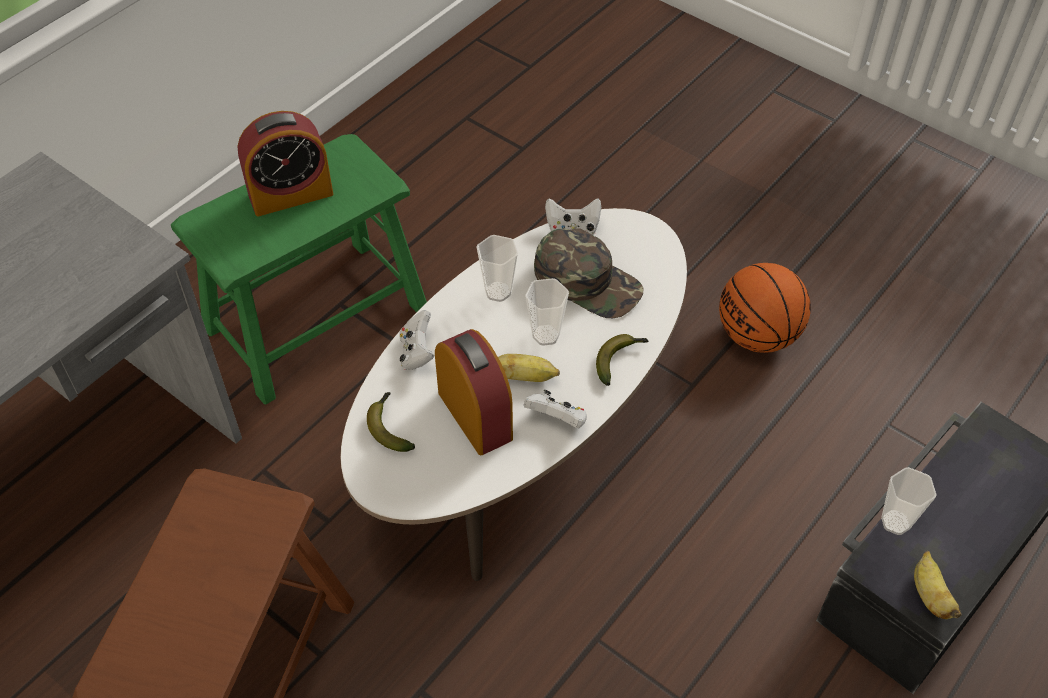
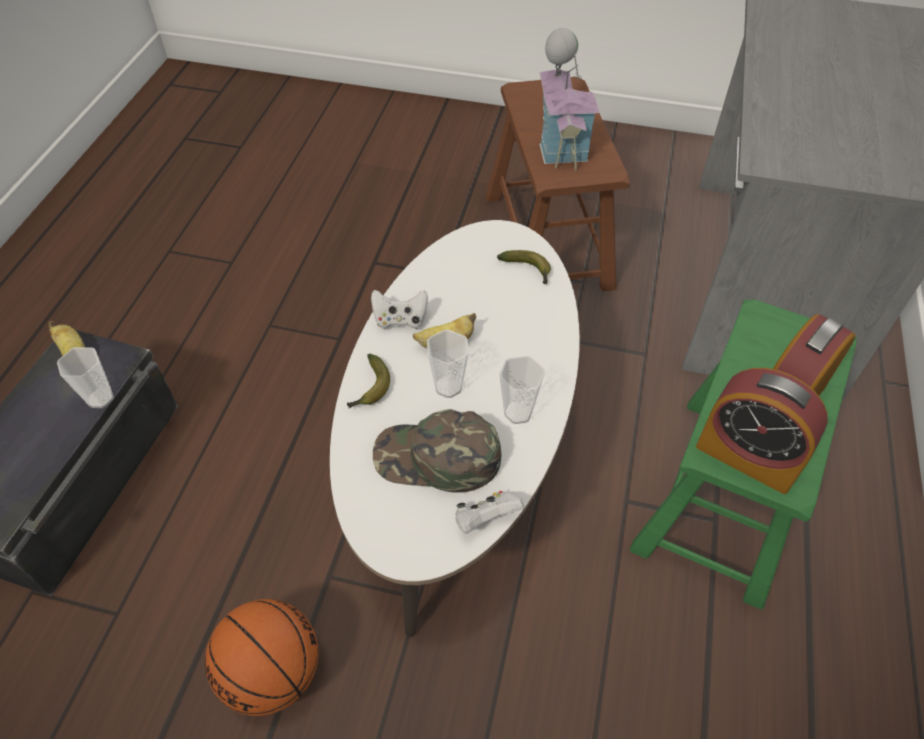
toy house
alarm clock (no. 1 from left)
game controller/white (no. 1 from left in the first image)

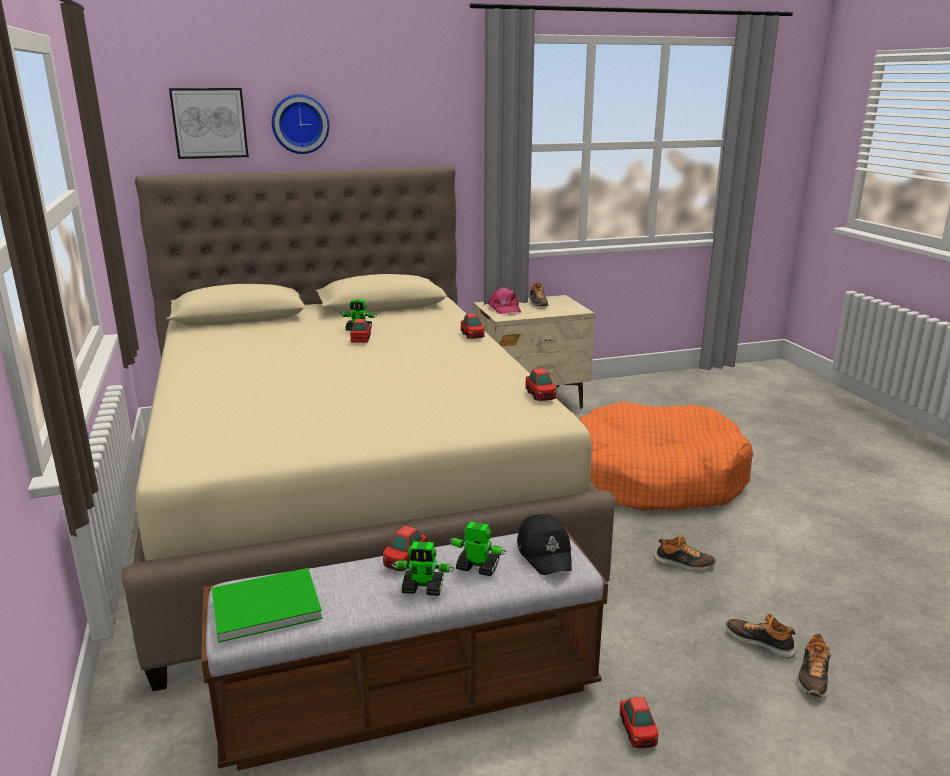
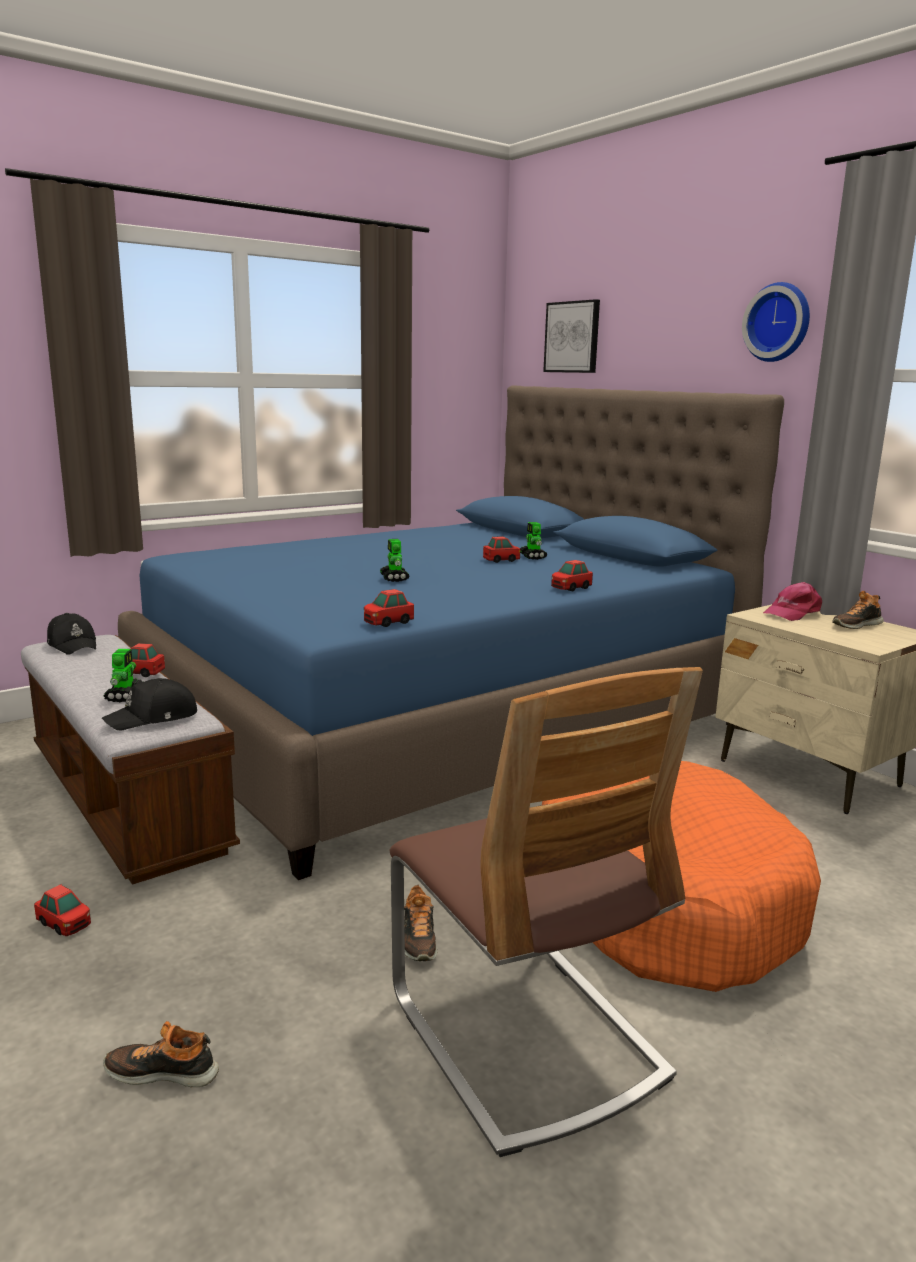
toy car (no. 1 from left)
cap/black (no. 1 from left)
bed/blue
toy robot (no. 2 from left)
chair
wall clock
shoe (no. 3 from left in the first image)

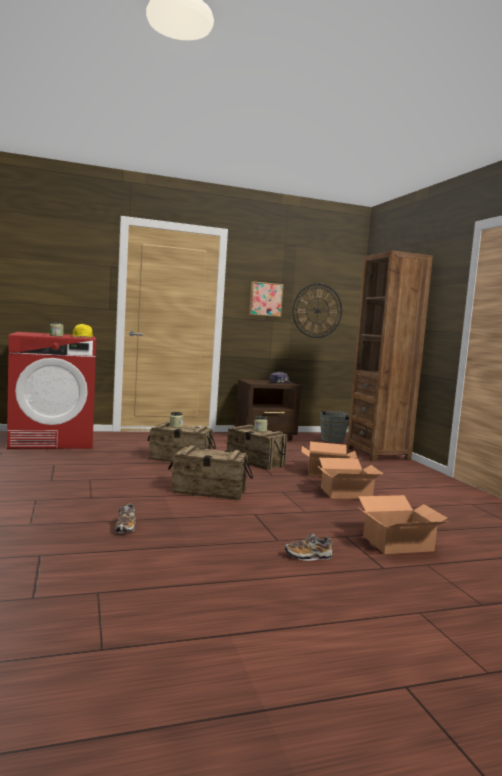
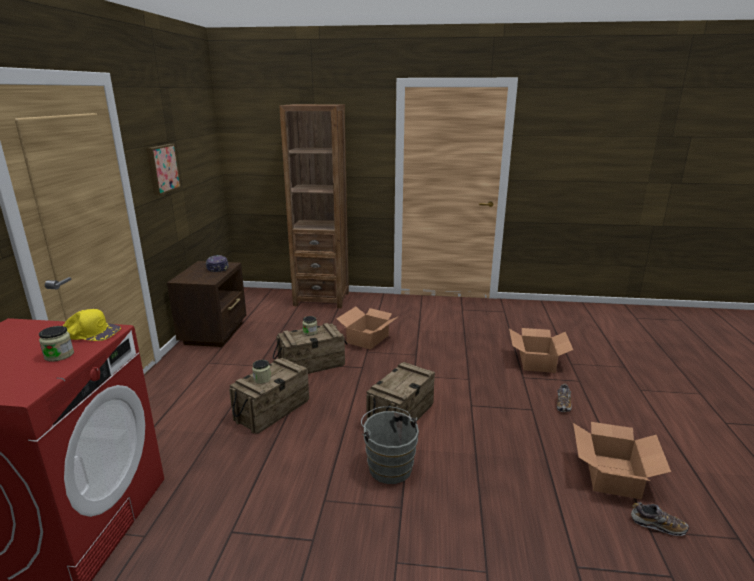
bucket/grey
cardboard box (no. 3 from left)
shoe (no. 2 from left)
wall clock

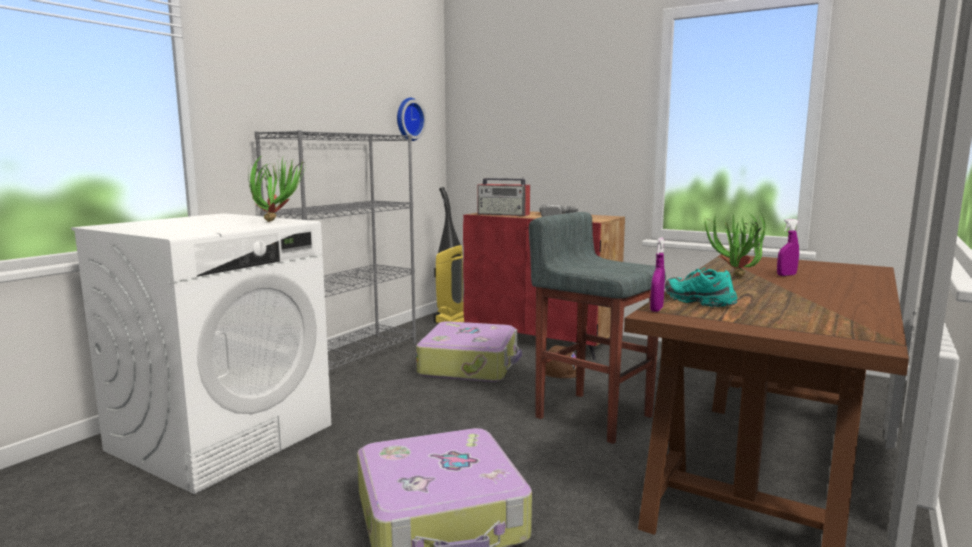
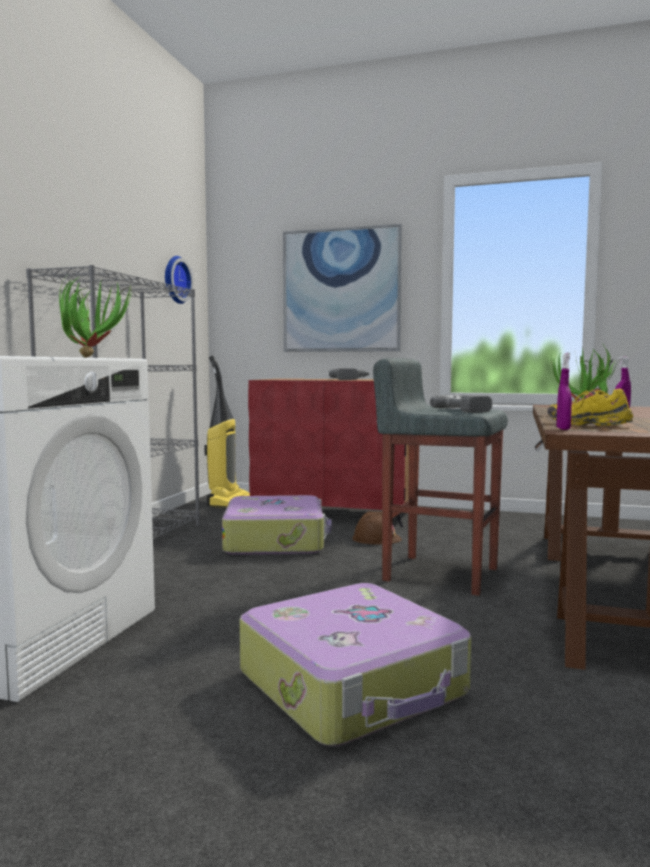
picture
power drill (no. 2 from left)
shoe/yellow
radio

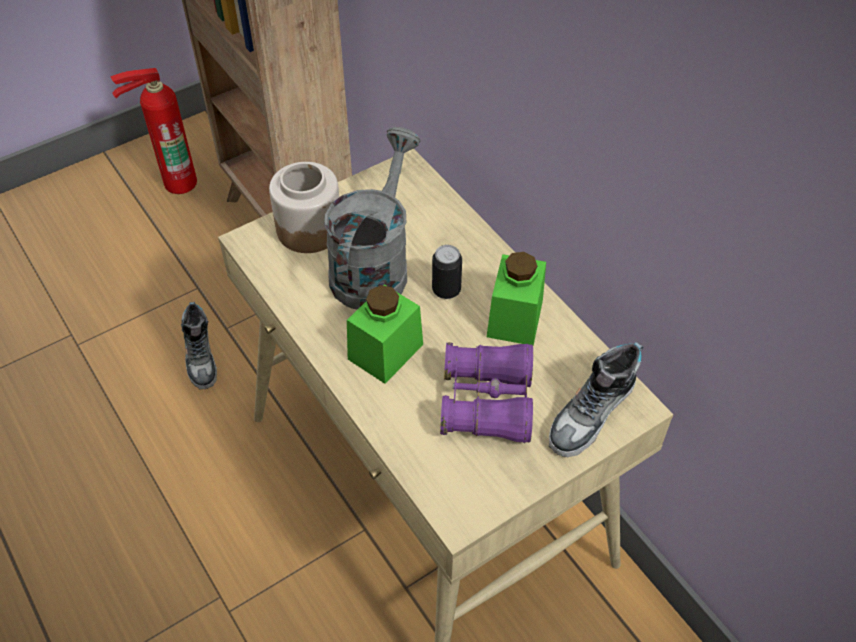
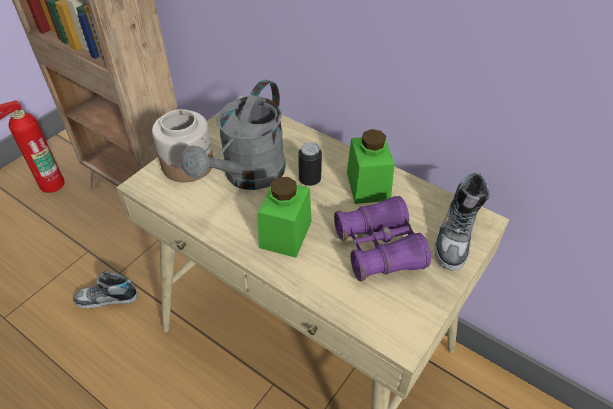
shoe (no. 1 from left)
watering can/grey

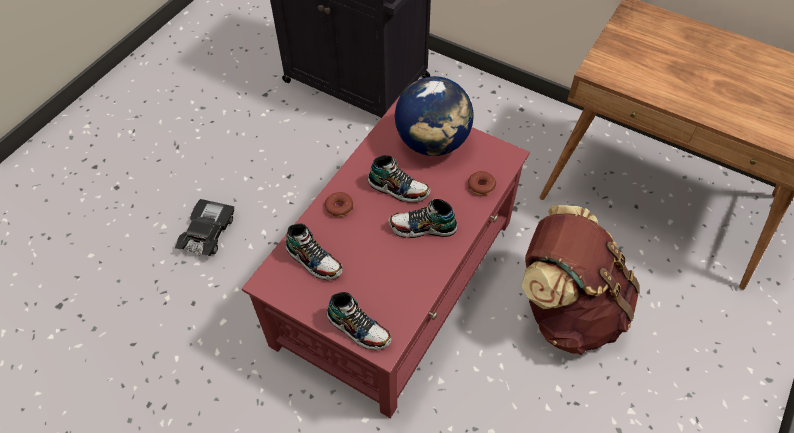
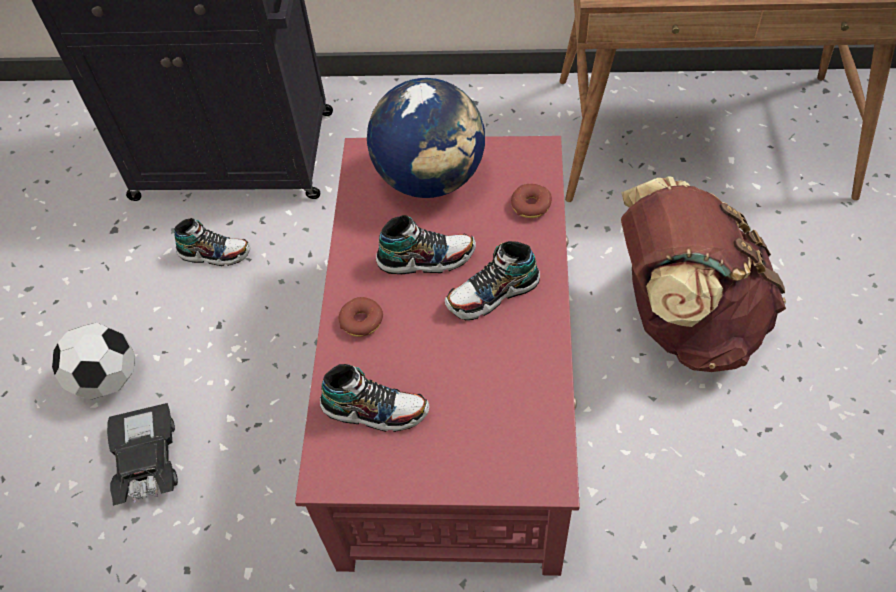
football
shoe (no. 1 from left)

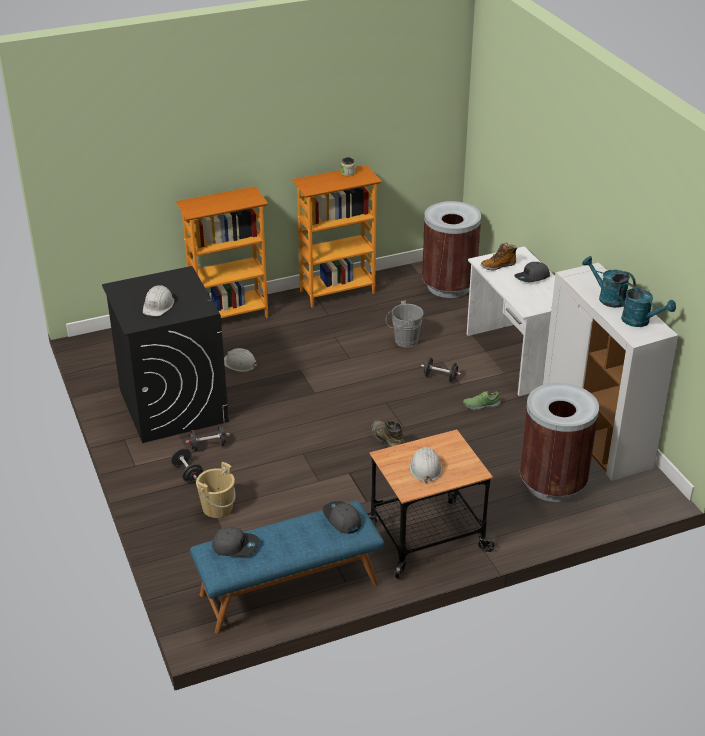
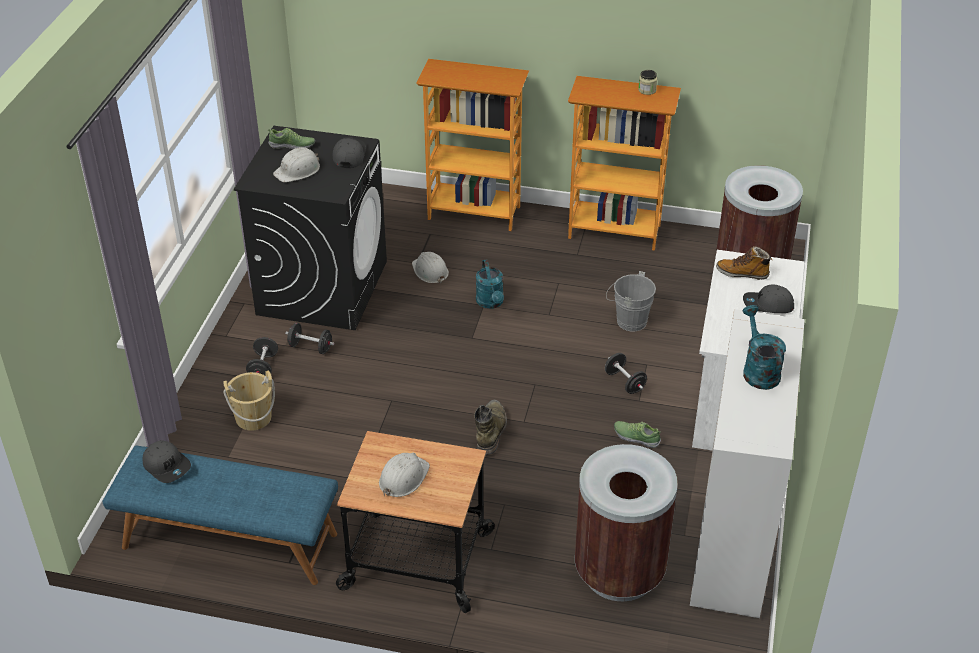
shoe (no. 1 from left)
cap/grey (no. 2 from left)
watering can/turquoise (no. 1 from left)

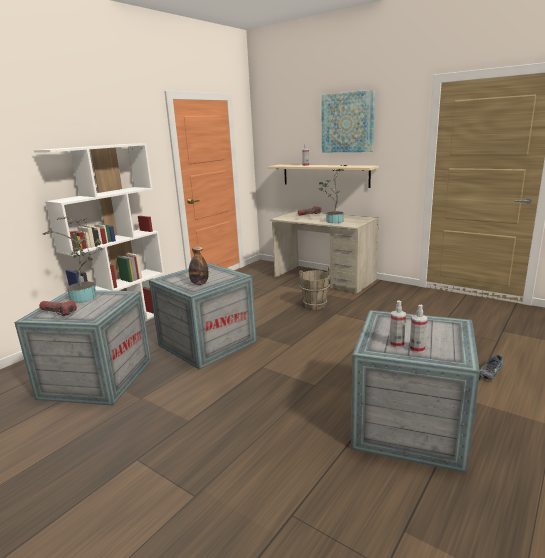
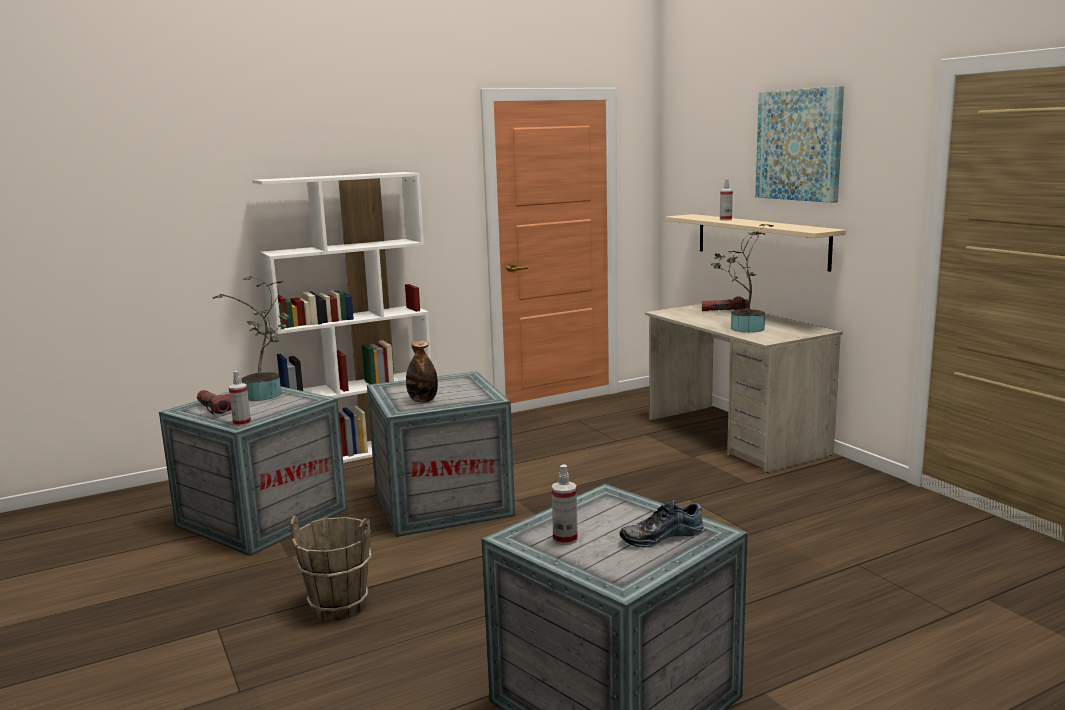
spray bottle (no. 1 from left)
bucket/brown
shoe

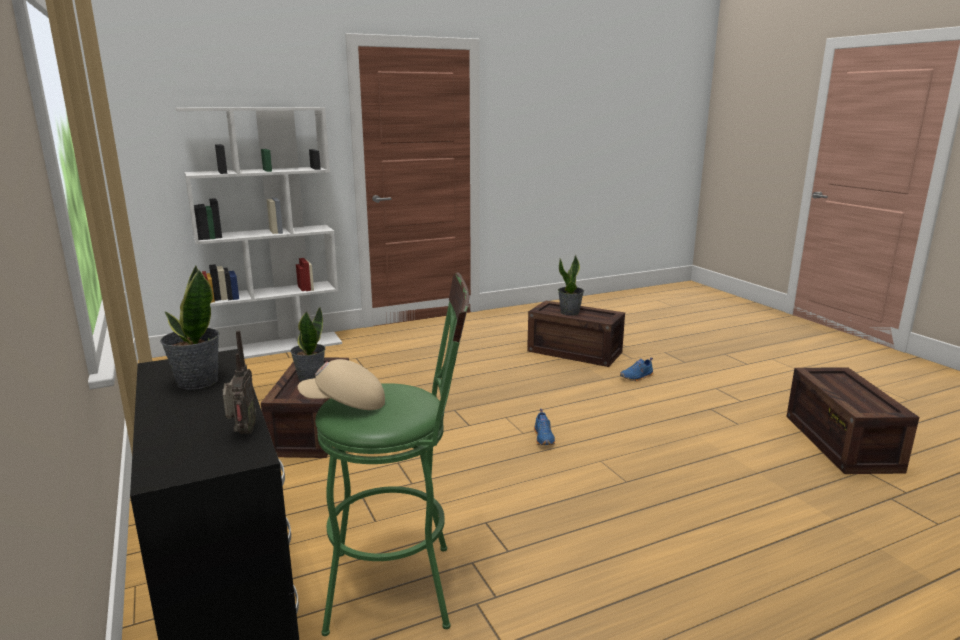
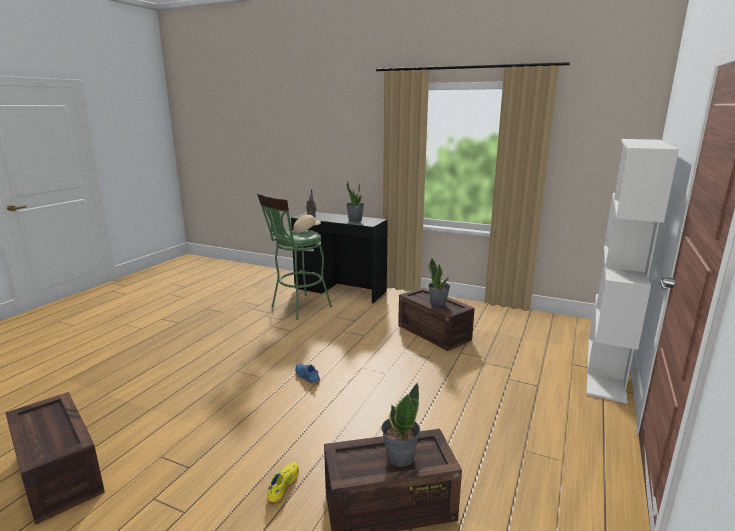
shoe/yellow

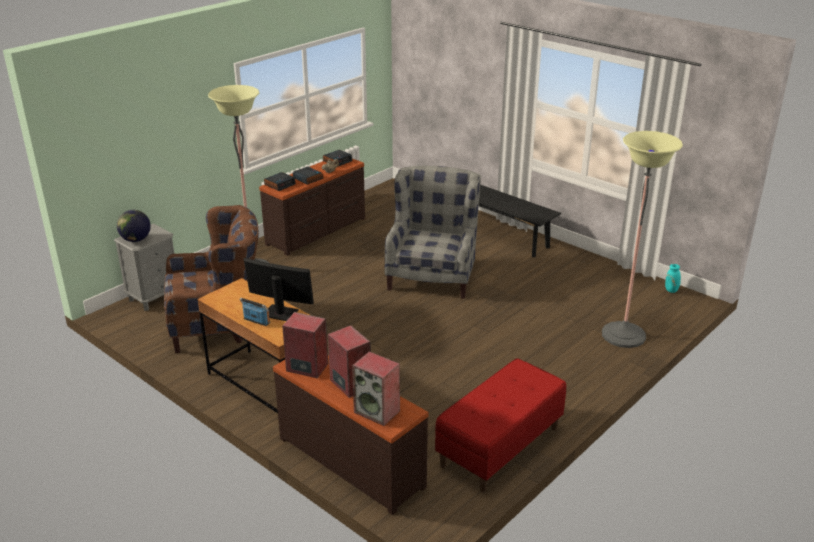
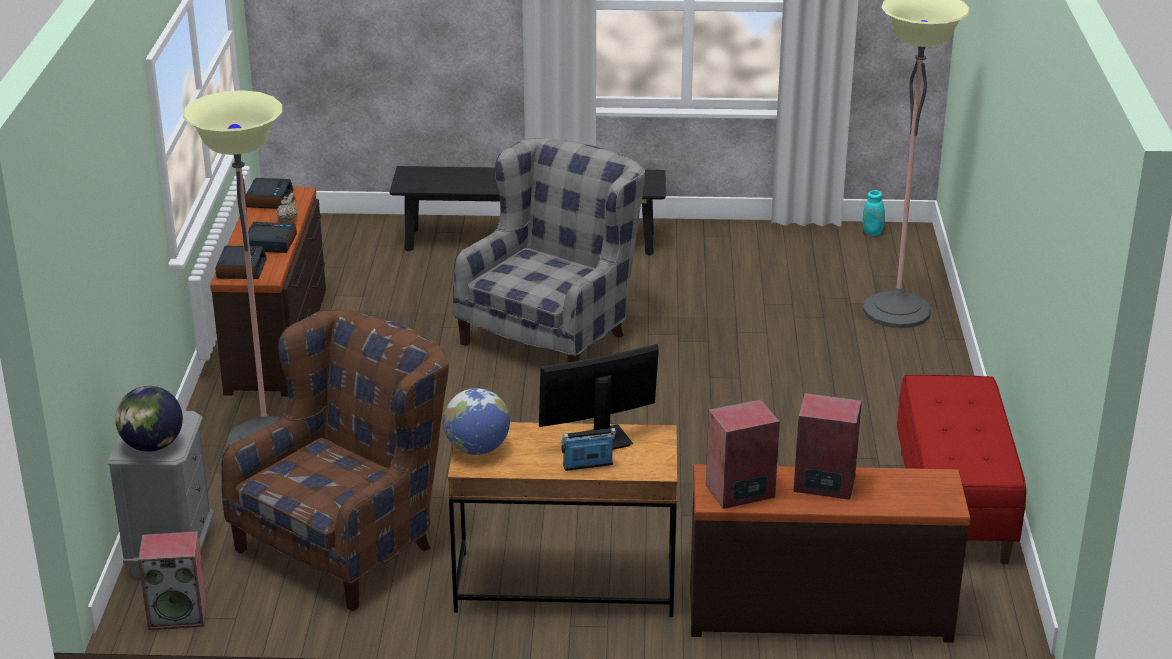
speaker (no. 1 from left)
globe (no. 2 from left)
armchair/grey

